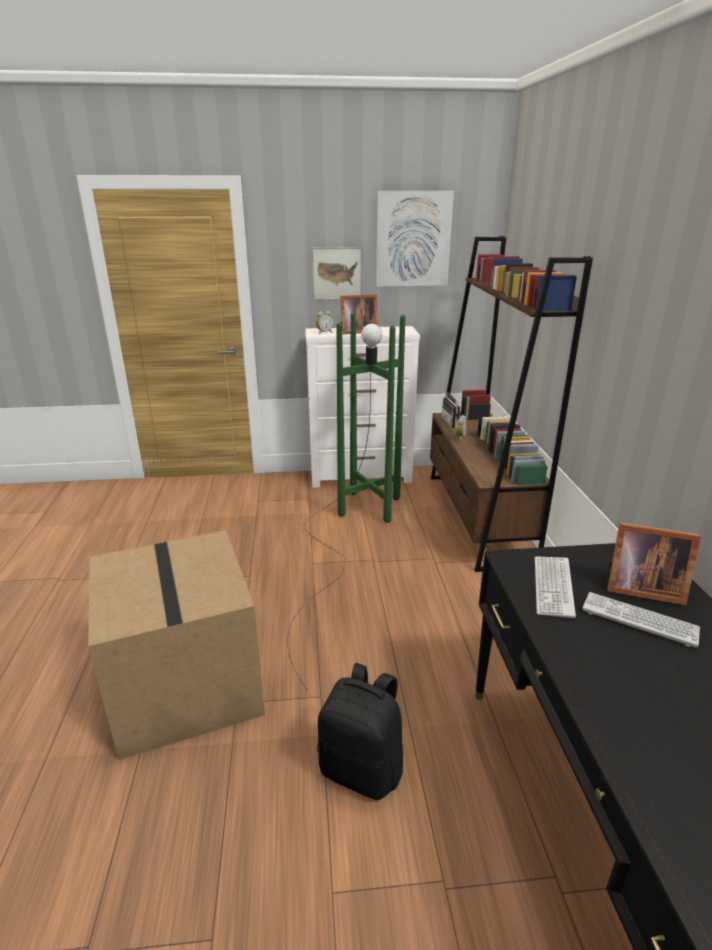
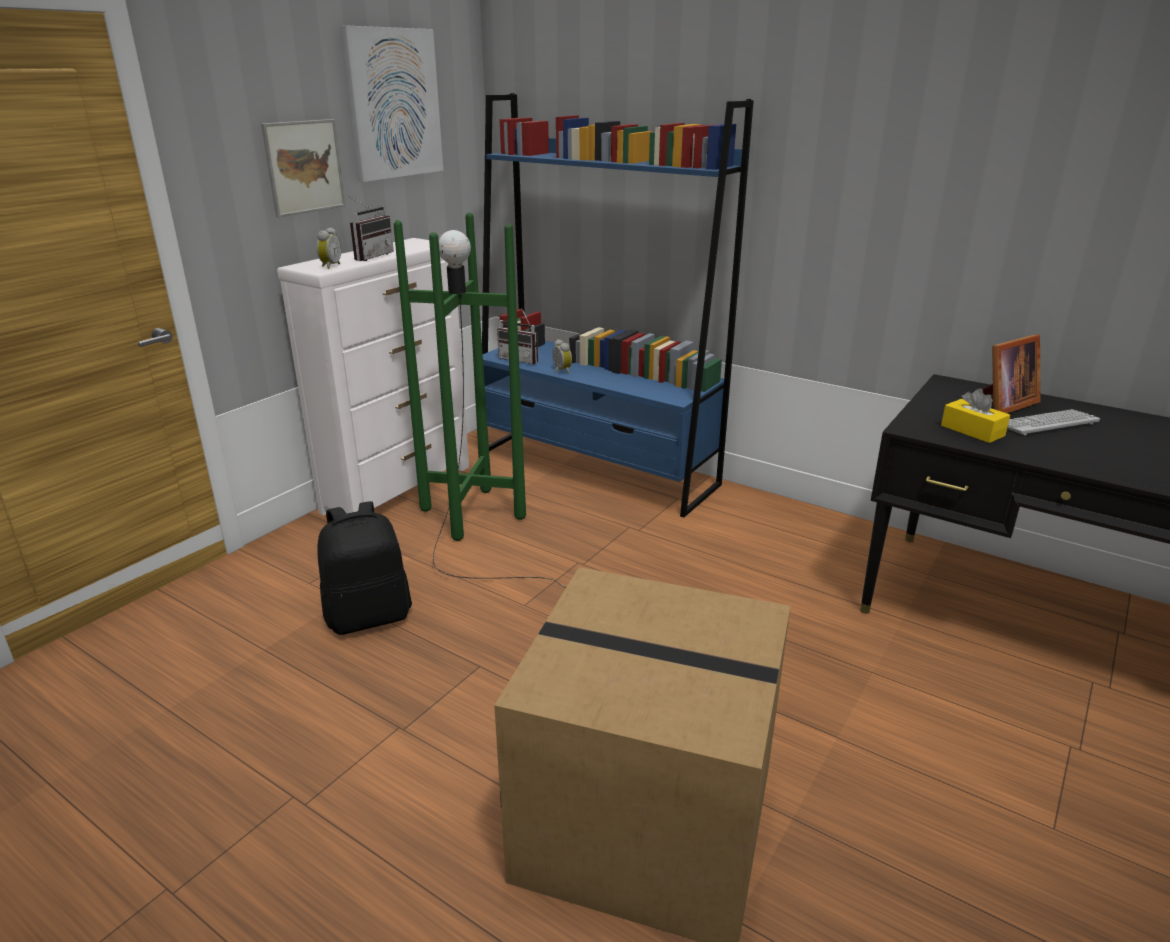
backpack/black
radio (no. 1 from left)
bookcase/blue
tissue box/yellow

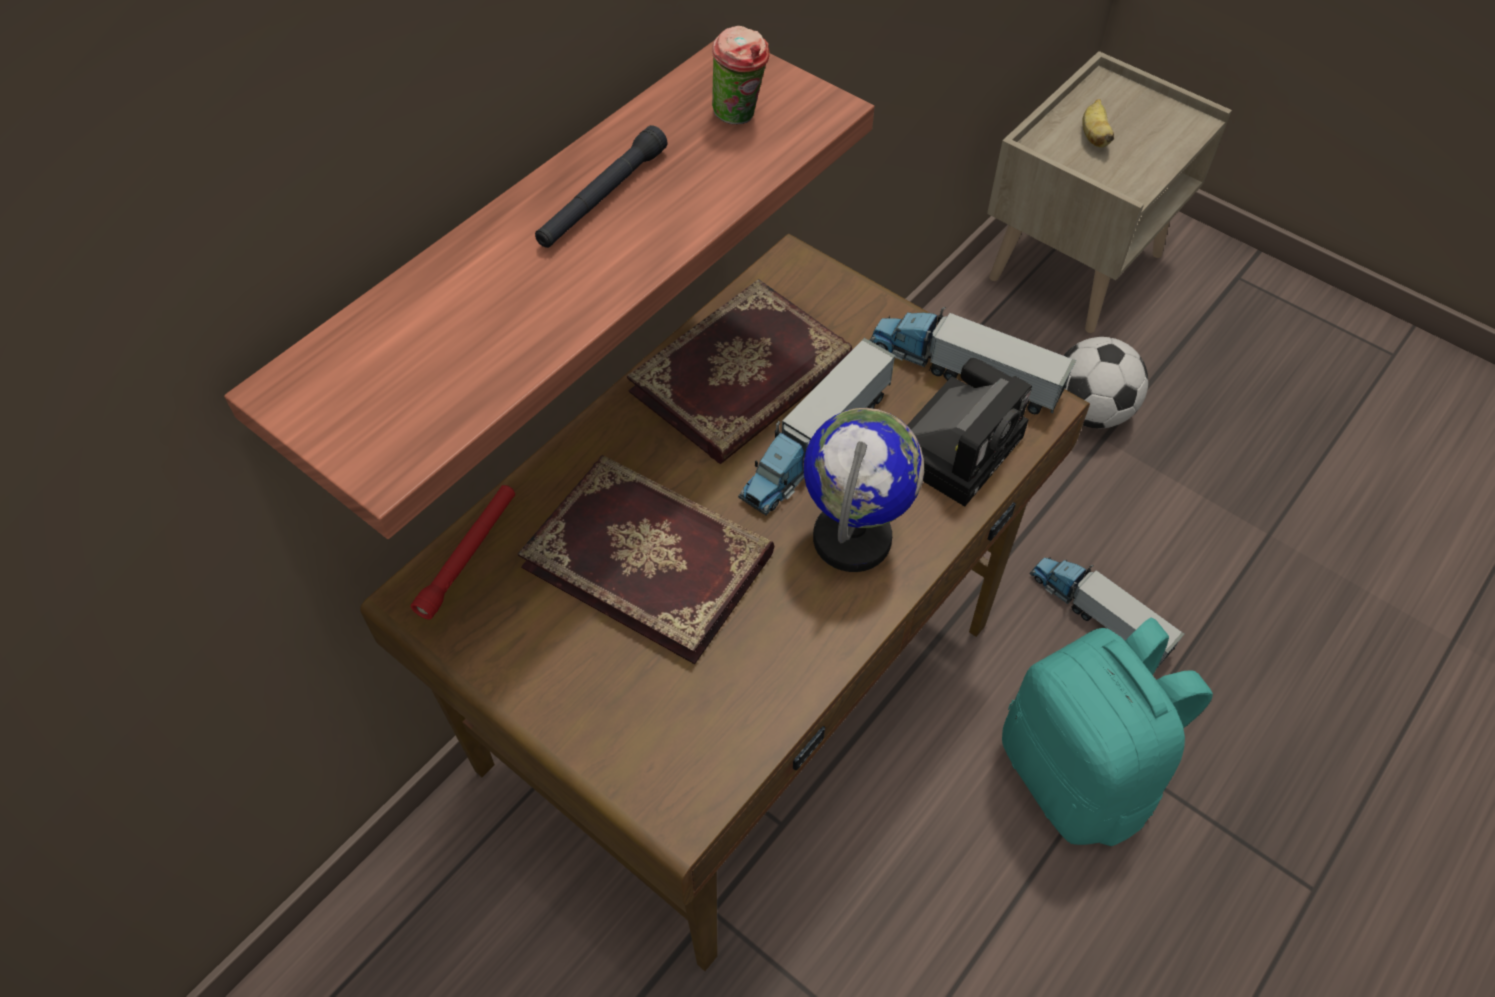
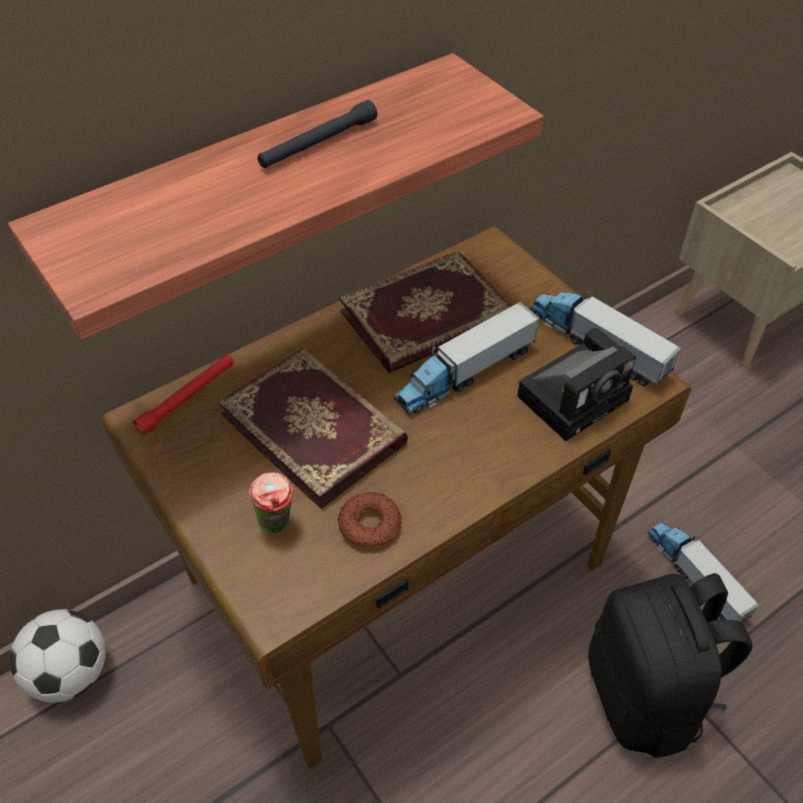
football
cup
donut
backpack/black
globe
banana

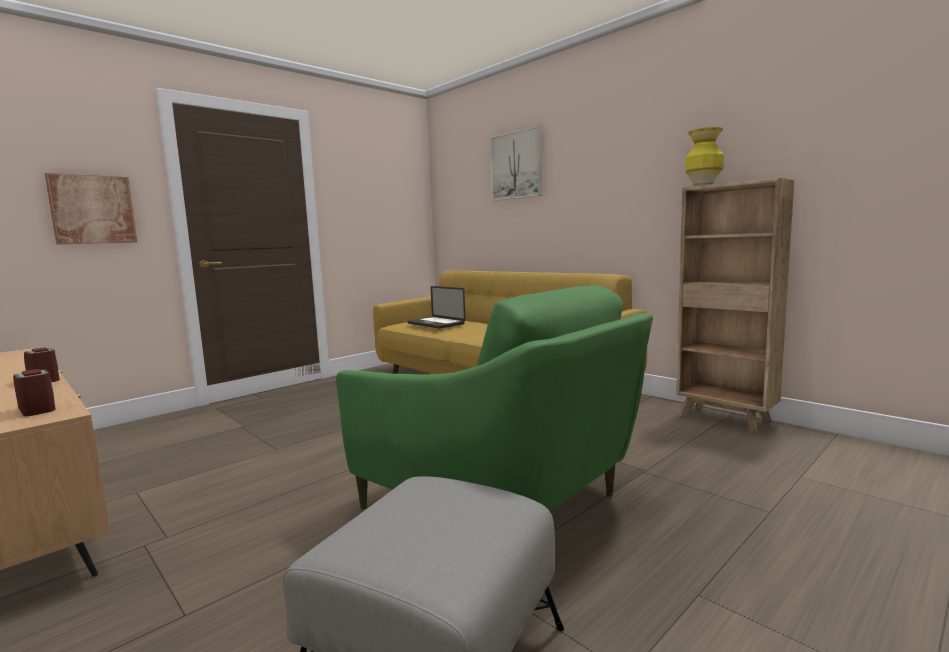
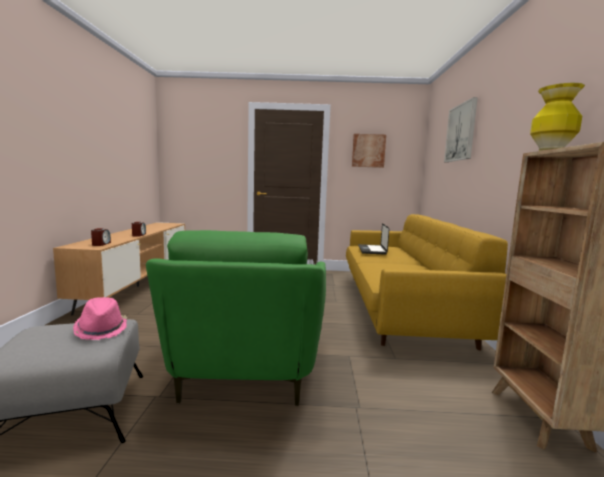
hat/pink
picture (no. 1 from left)

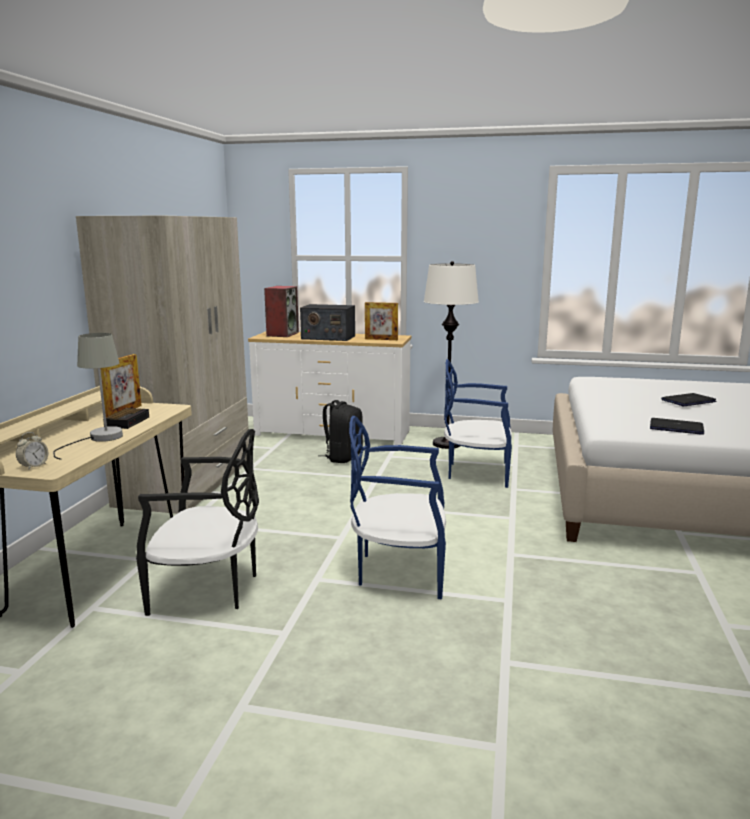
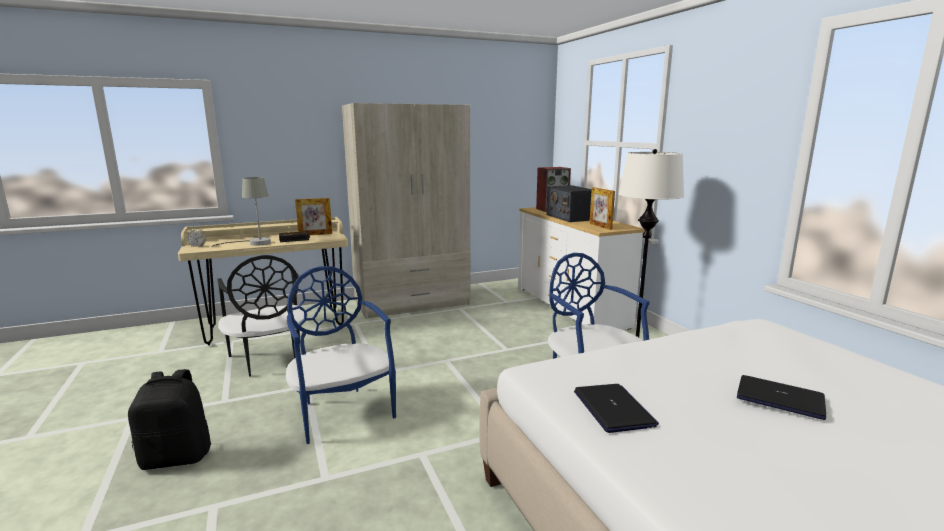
backpack/black

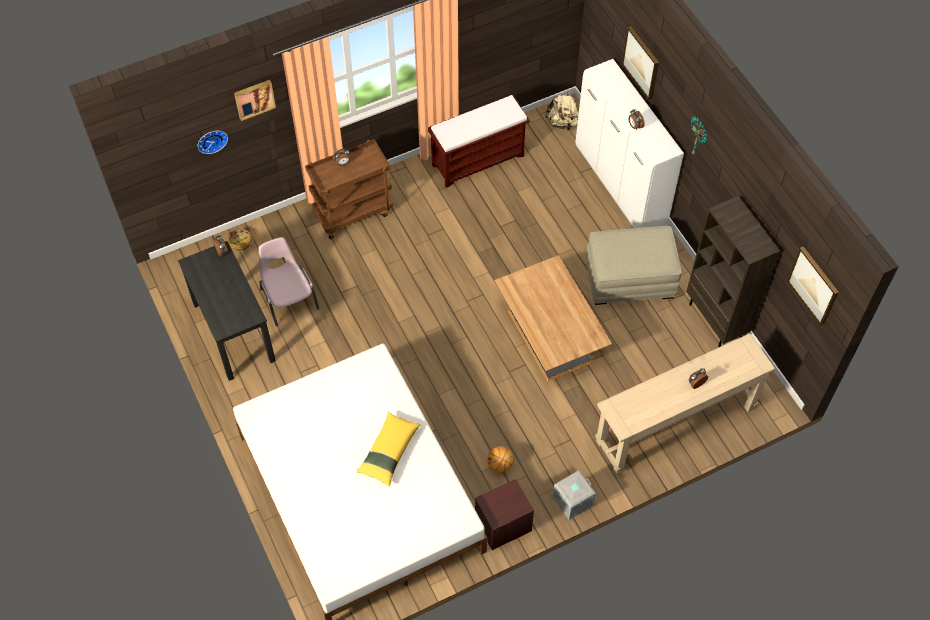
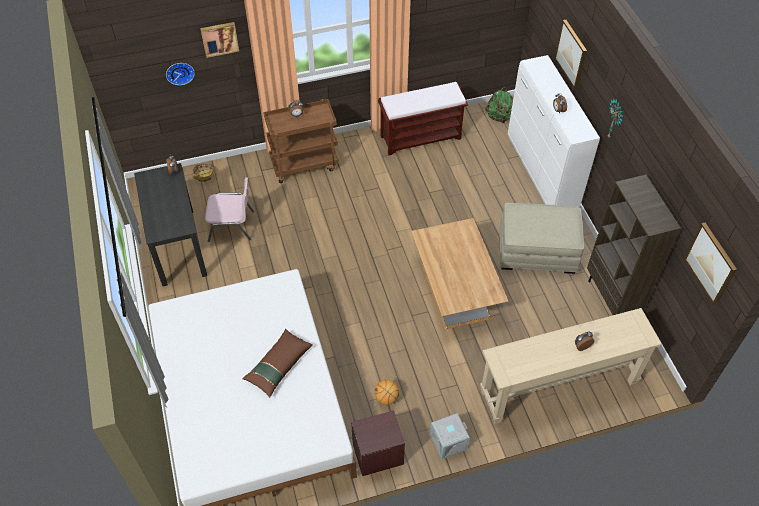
chair/pink
pillow/brown
backpack/green

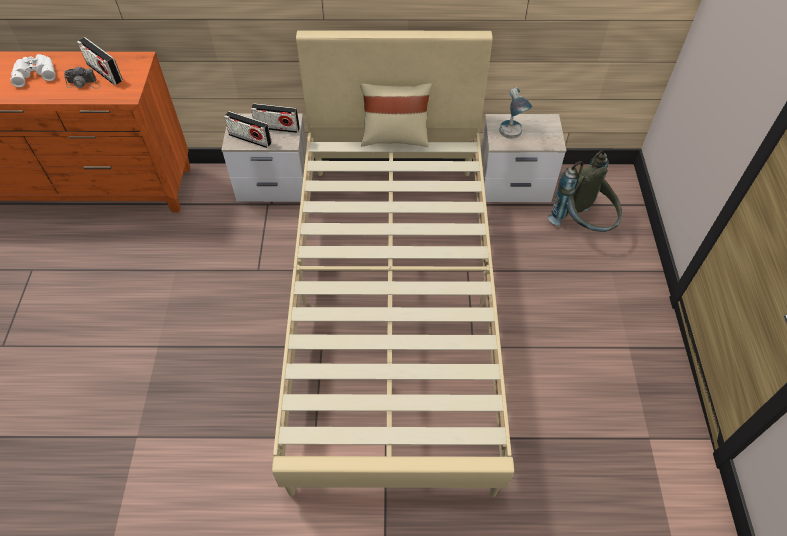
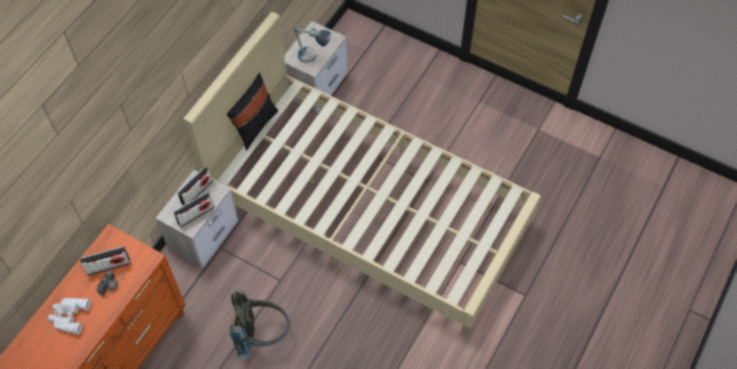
pillow/black
backpack/grey

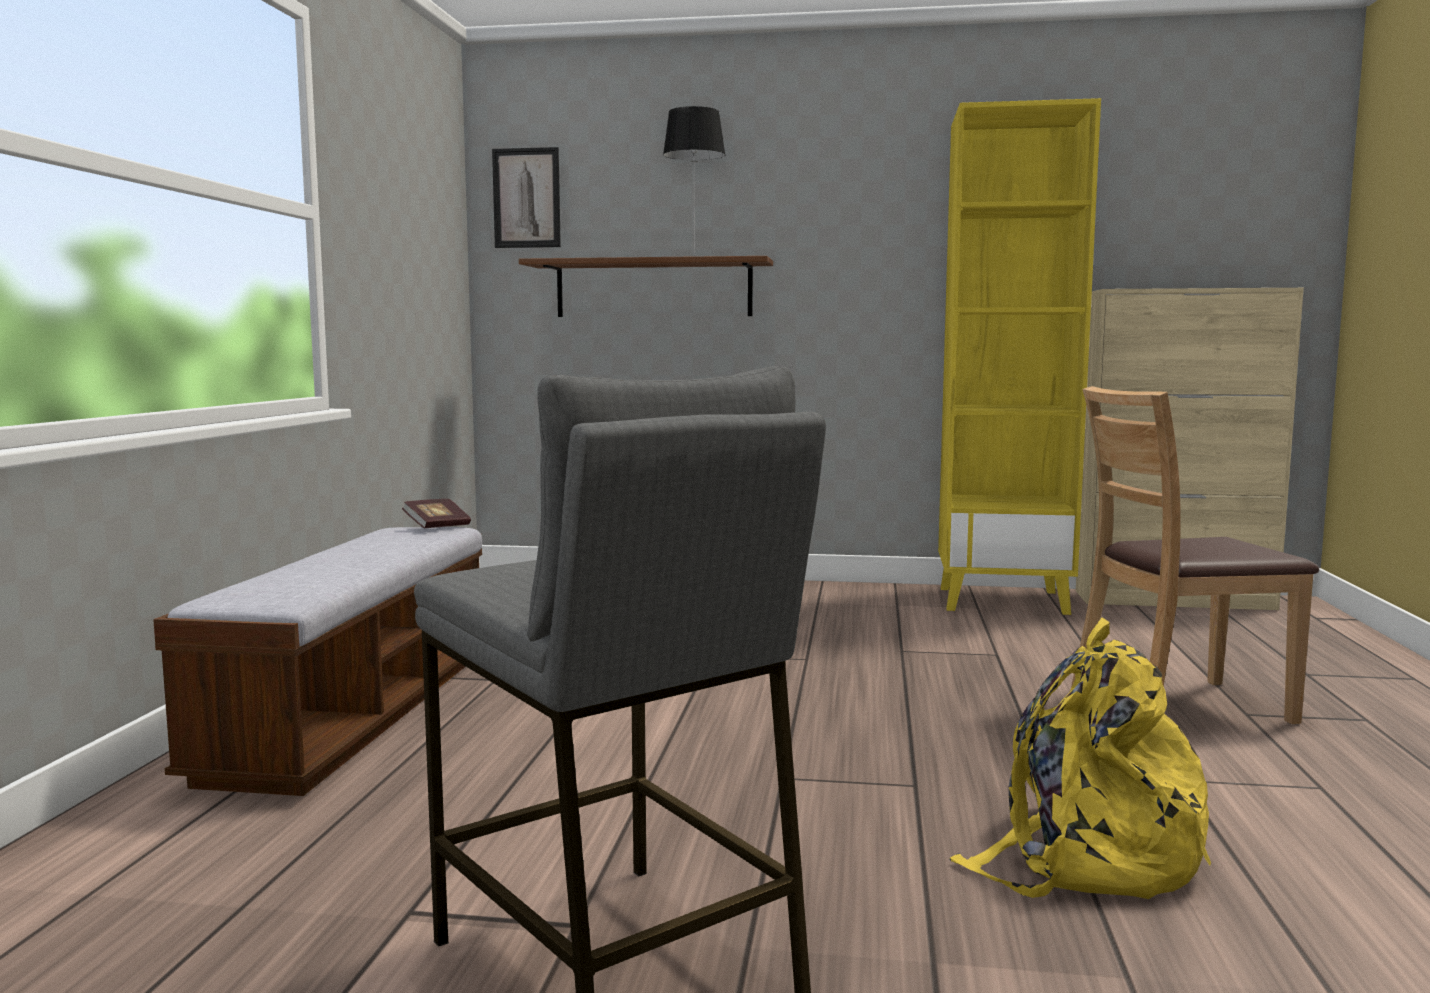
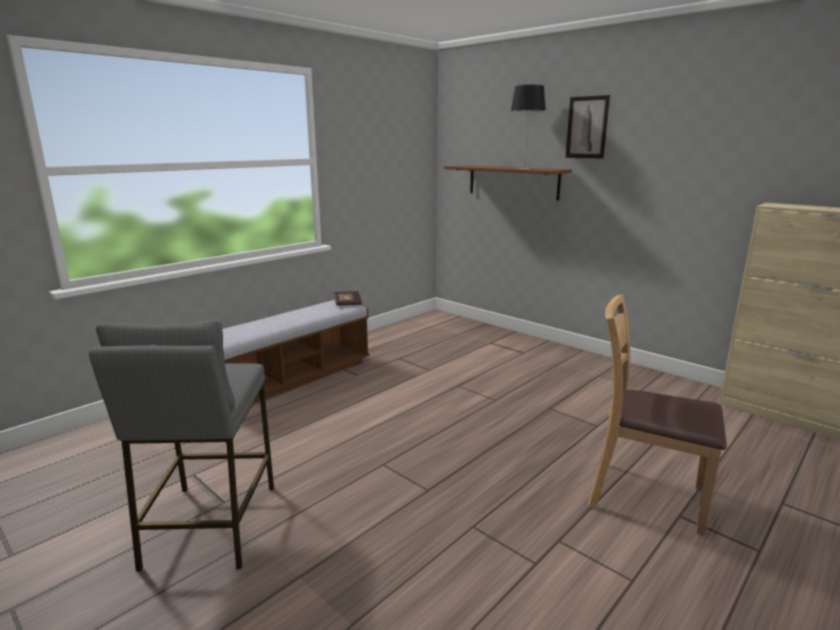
picture
bookcase/yellow
backpack/yellow

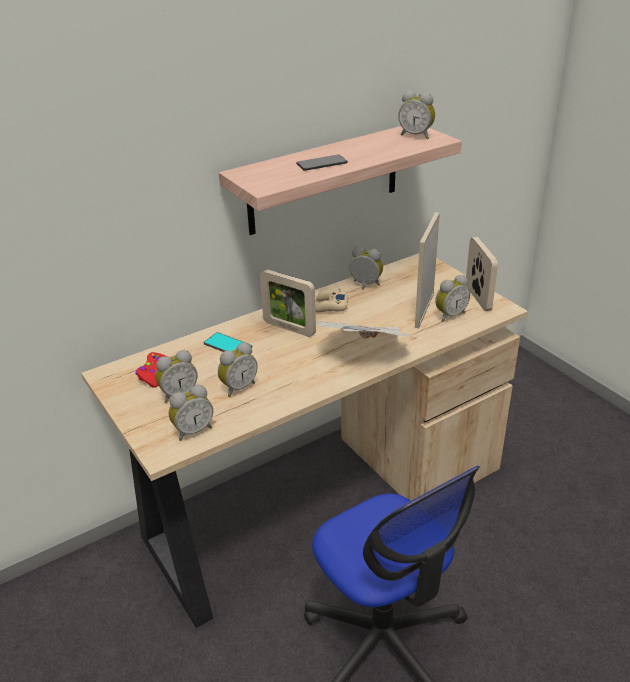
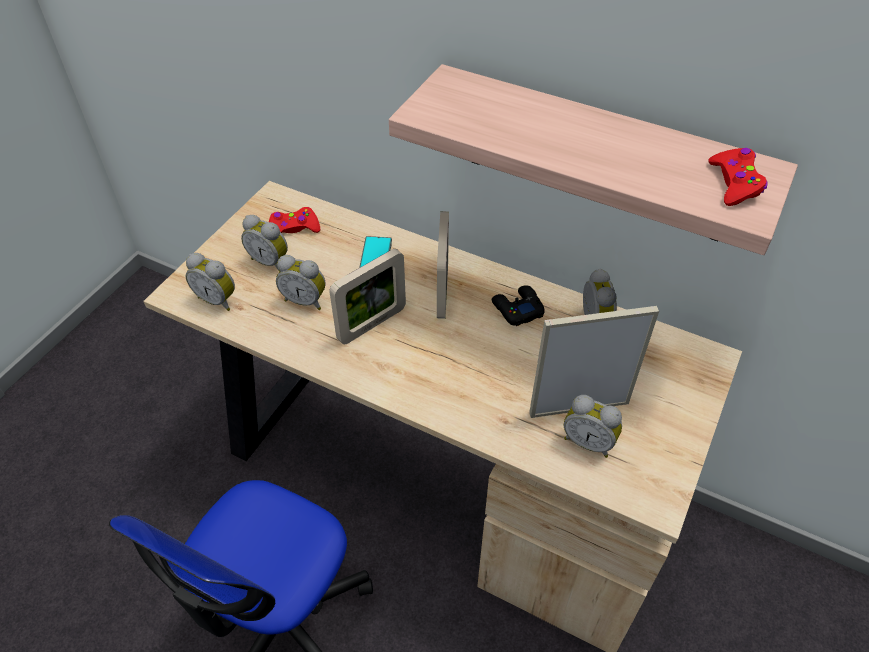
picture frame (no. 1 from left)
game controller/black
game controller/red (no. 2 from left)
phone (no. 2 from left in the first image)
newspaper

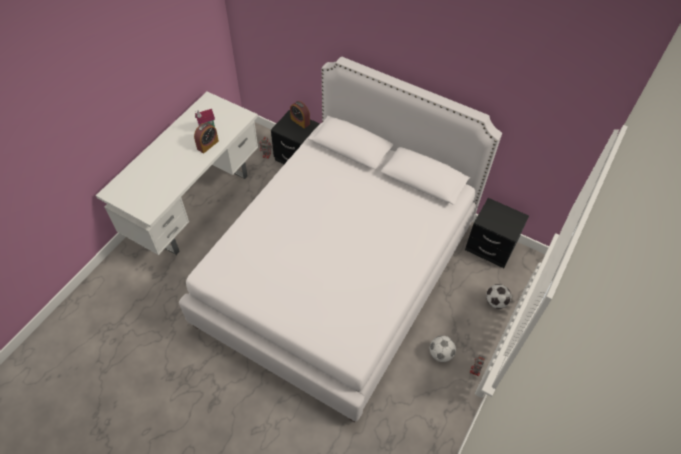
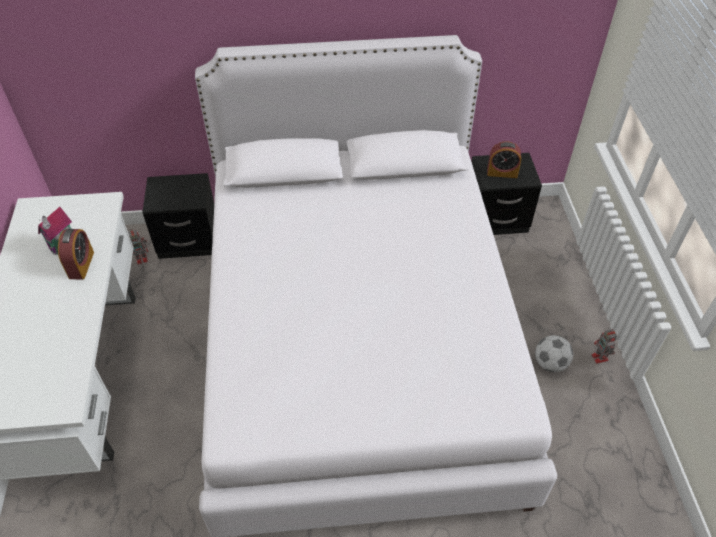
alarm clock (no. 2 from left)
football (no. 2 from left in the first image)

